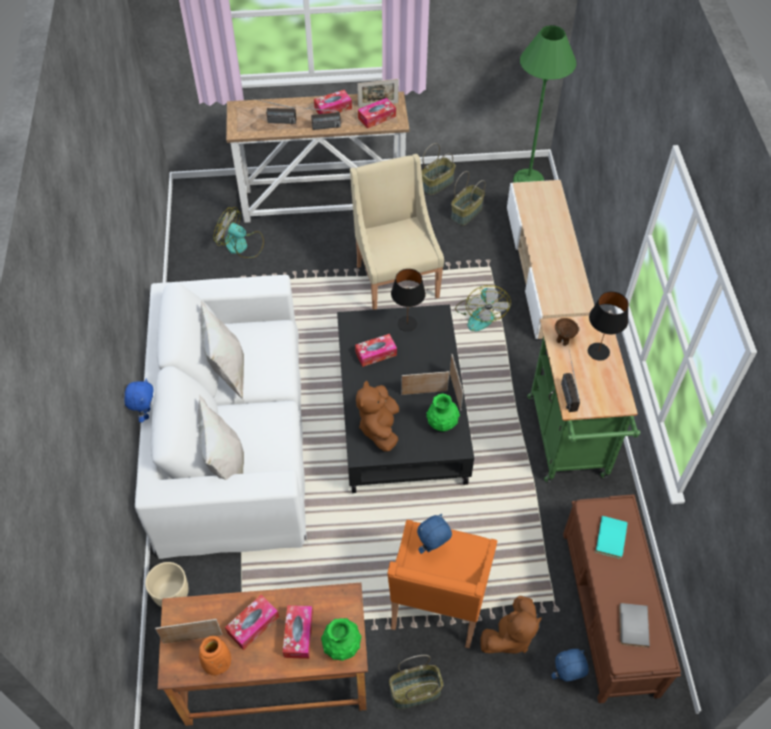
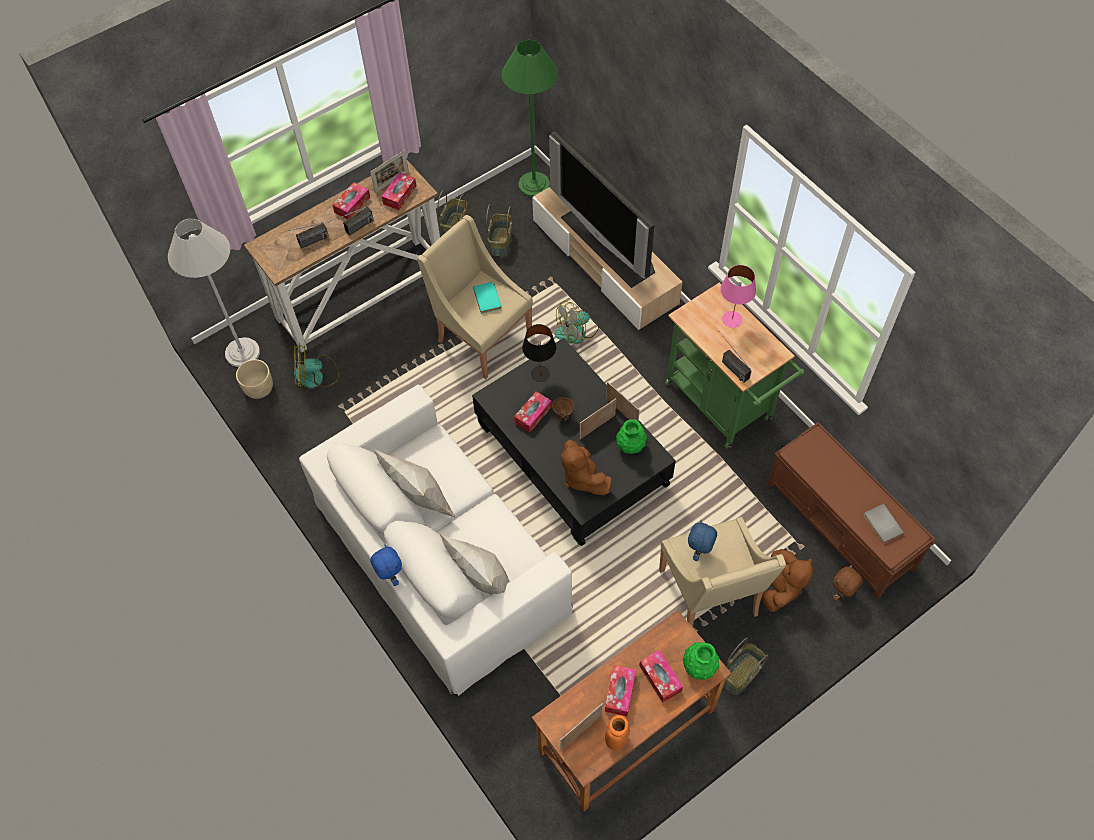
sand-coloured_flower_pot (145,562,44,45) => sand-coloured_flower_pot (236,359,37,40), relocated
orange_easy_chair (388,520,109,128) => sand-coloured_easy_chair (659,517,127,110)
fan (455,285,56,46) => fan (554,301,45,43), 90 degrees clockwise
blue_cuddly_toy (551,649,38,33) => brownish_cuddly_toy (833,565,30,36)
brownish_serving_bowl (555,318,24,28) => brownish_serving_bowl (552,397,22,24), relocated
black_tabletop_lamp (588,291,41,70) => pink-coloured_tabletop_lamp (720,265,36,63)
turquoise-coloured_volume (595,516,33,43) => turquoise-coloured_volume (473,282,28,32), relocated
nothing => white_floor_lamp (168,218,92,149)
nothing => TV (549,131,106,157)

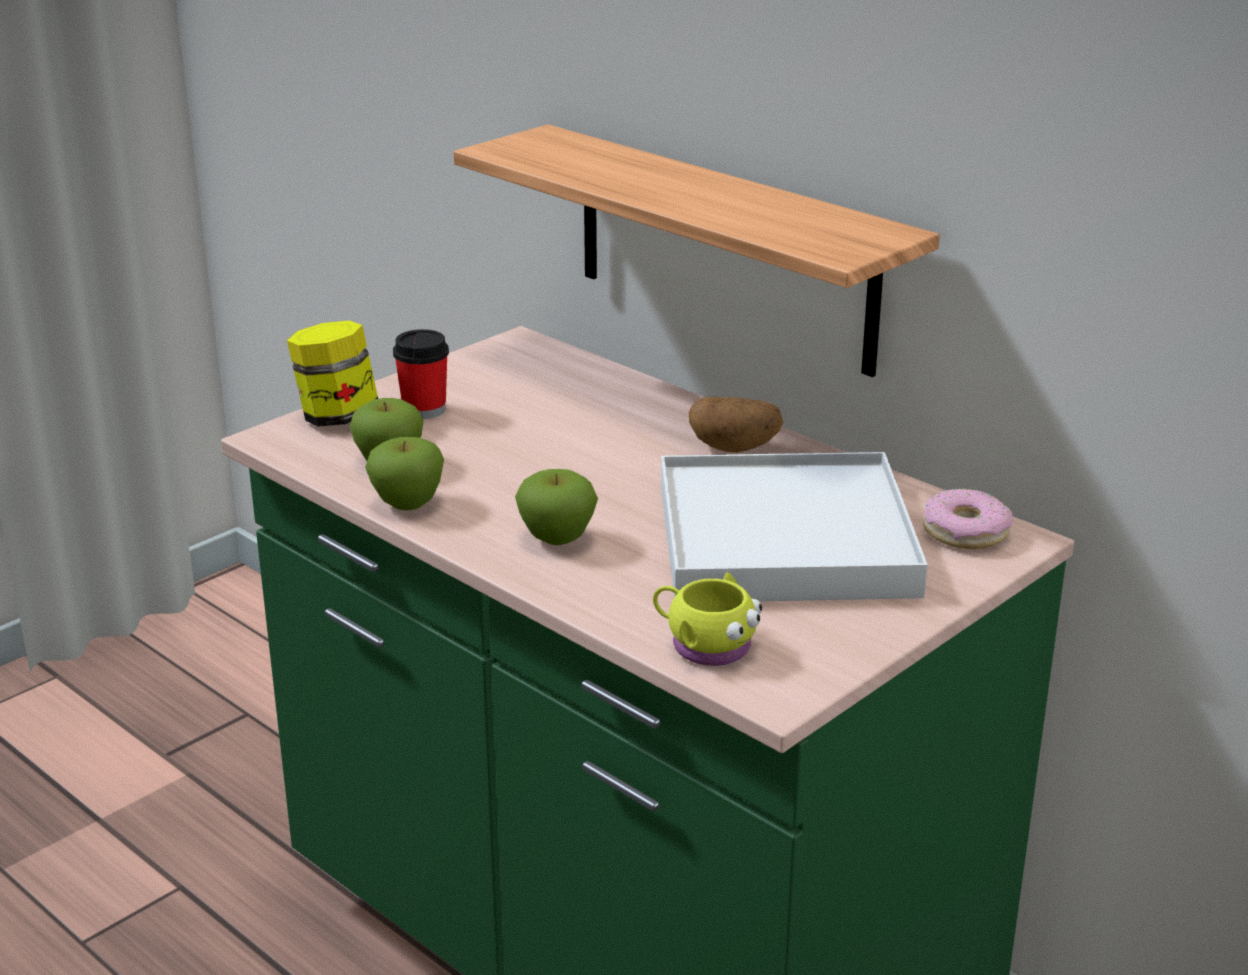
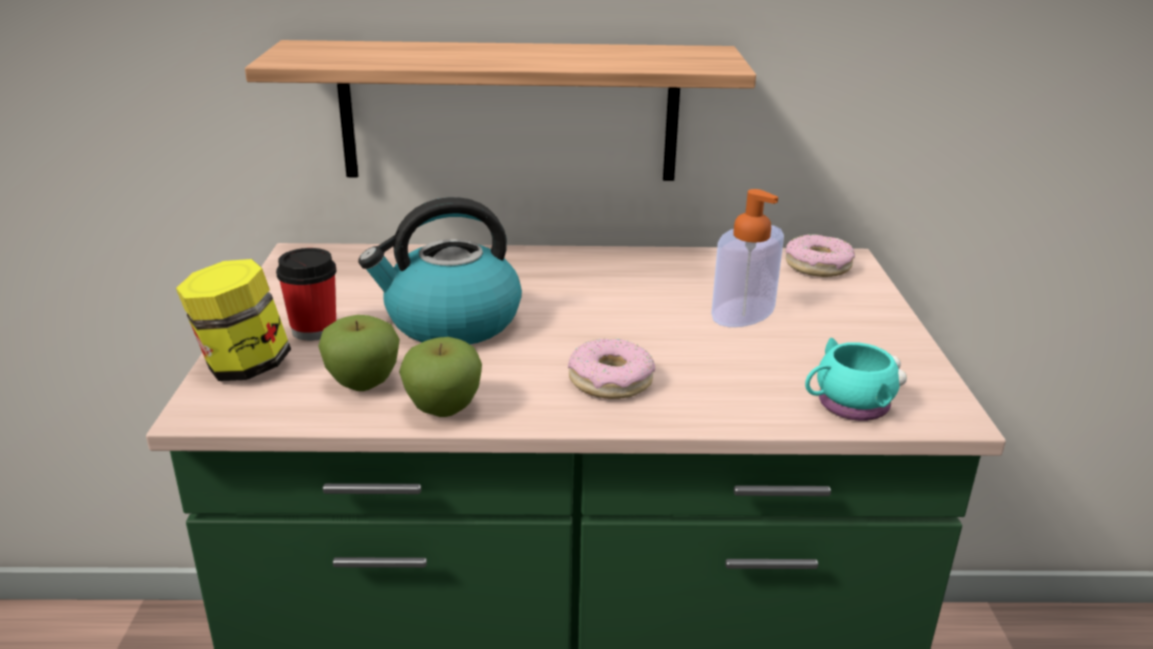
whole_apple (515,469,83,76) => ring_doughnut (568,339,87,60)
yellow_coffee_mug (653,572,109,94) => turquoise-coloured_coffee_mug (805,338,102,83)
white_serving_tray (661,452,267,149) => soap_dispenser (711,189,73,138)
spud (689,397,94,56) => nothing
nothing => water_kettle (358,197,164,147)

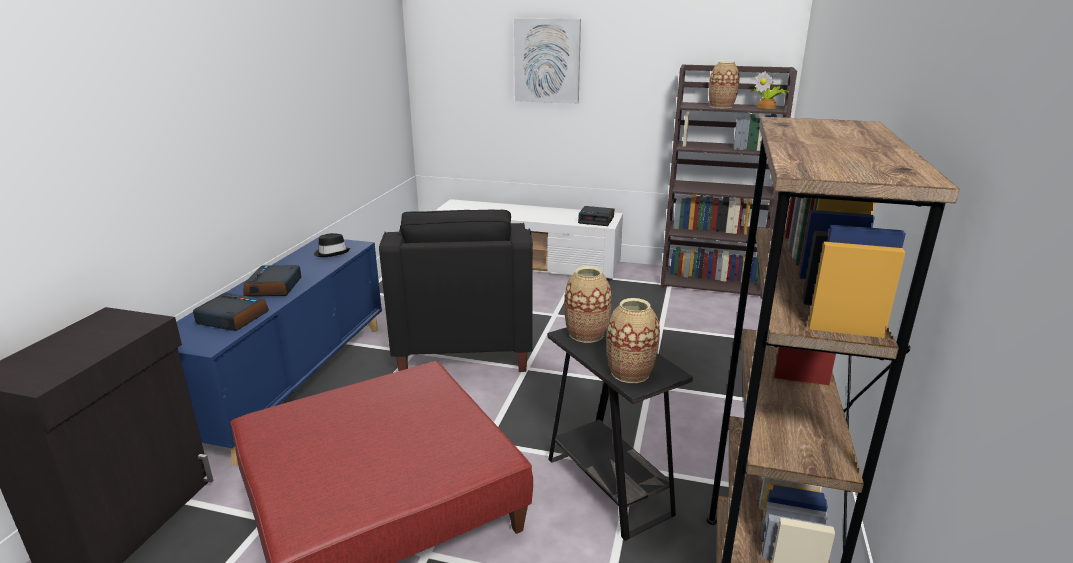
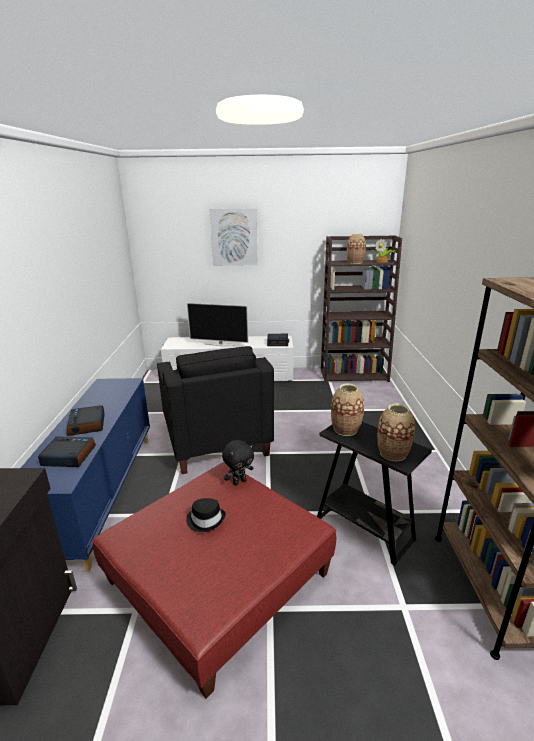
black_wearable_hat (314,233,36,24) => black_wearable_hat (186,498,40,34), relocated
nothing => TV (187,303,62,43)
nothing => black_cuddly_toy (222,440,32,45)

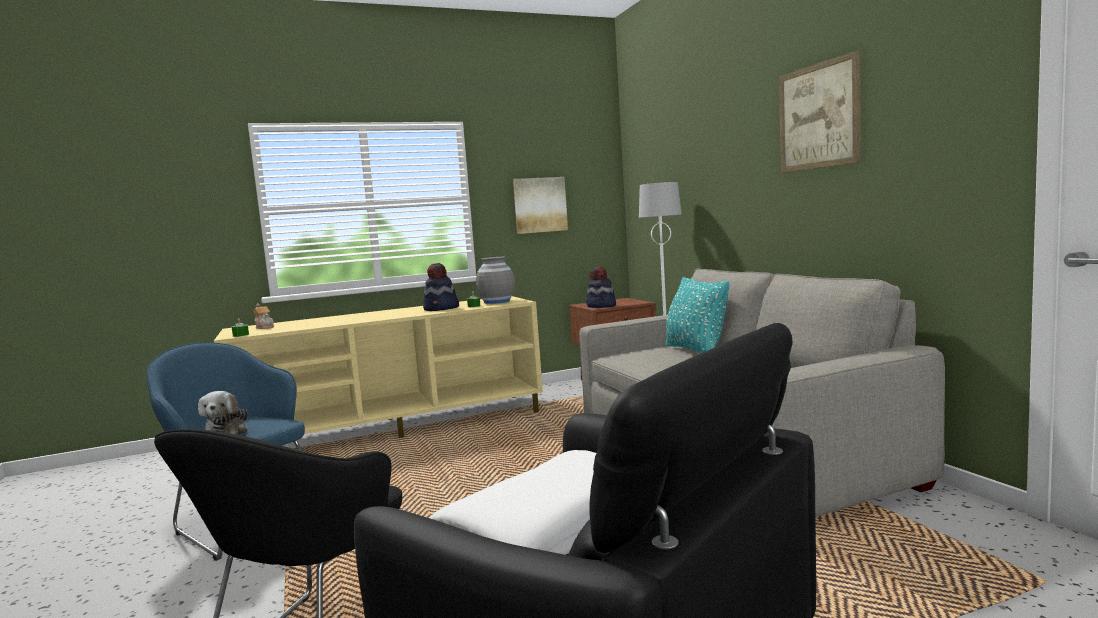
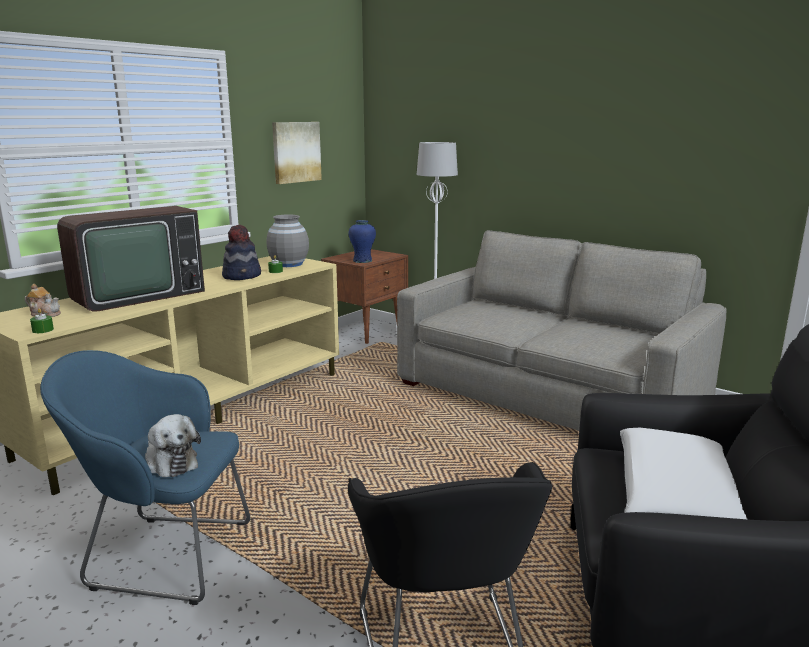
wearable_hat (586,267,30,41) => blue_decorative_vase (348,220,28,43)
turquoise-coloured_pillow (665,277,64,77) => nothing
wall_picture (779,50,82,123) => nothing
nothing => TV (57,206,148,106)

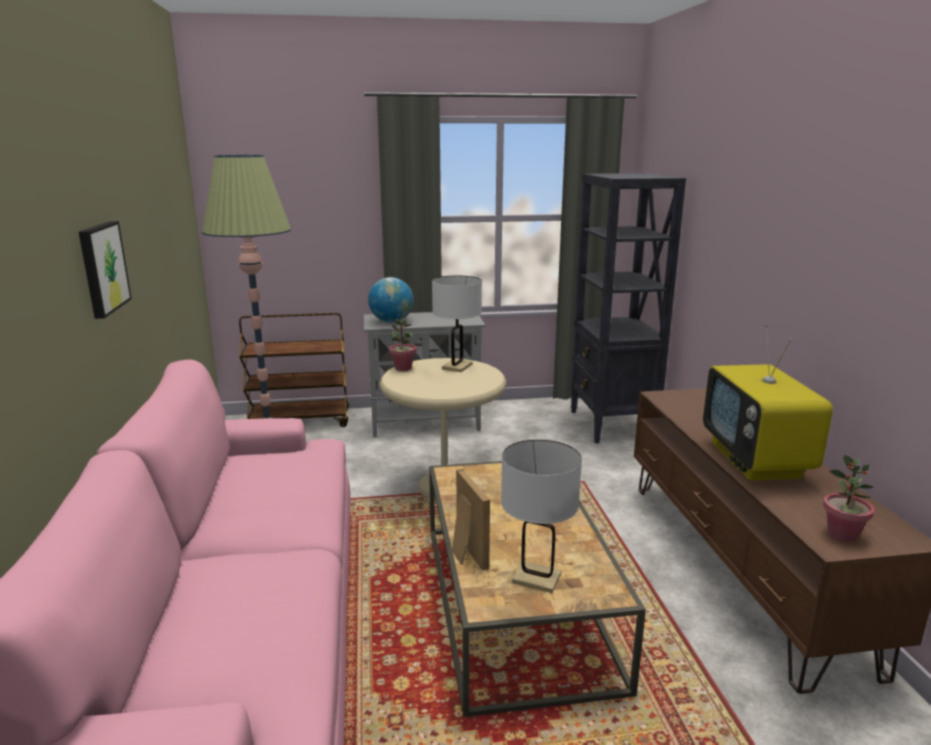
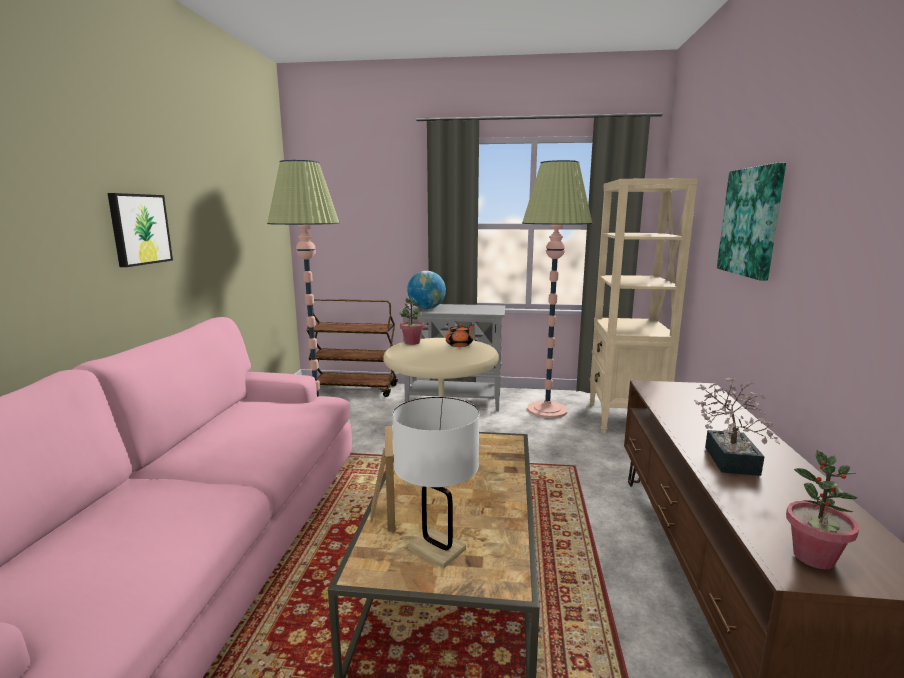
white_tabletop_lamp (432,275,50,97) => orange_teapot (445,324,29,23)
black_bookshelf (570,173,116,270) => sand-coloured_bookshelf (590,178,108,255)
TV (703,324,130,157) => plant_in_a_pot (694,377,86,99)
nothing => floor_lamp (522,160,70,258)
nothing => wall_picture (717,163,69,118)

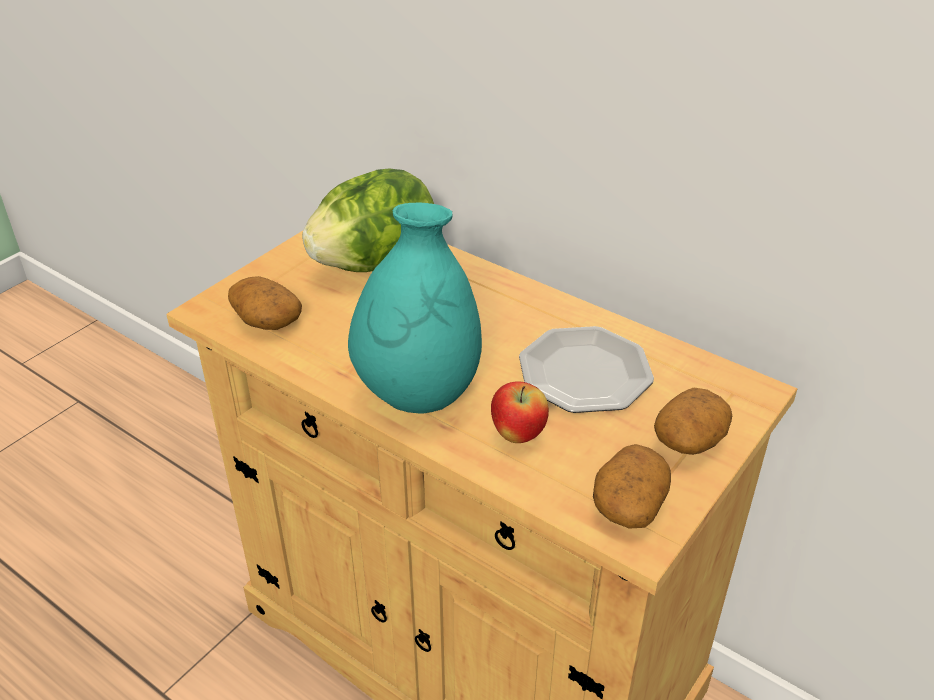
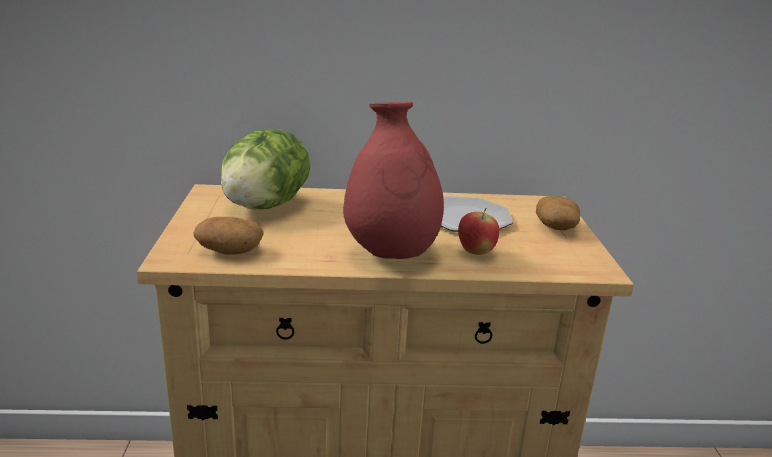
turquoise-coloured_decorative_vase (348,202,134,212) => red_decorative_vase (343,102,101,157)
spud (593,444,78,85) => nothing

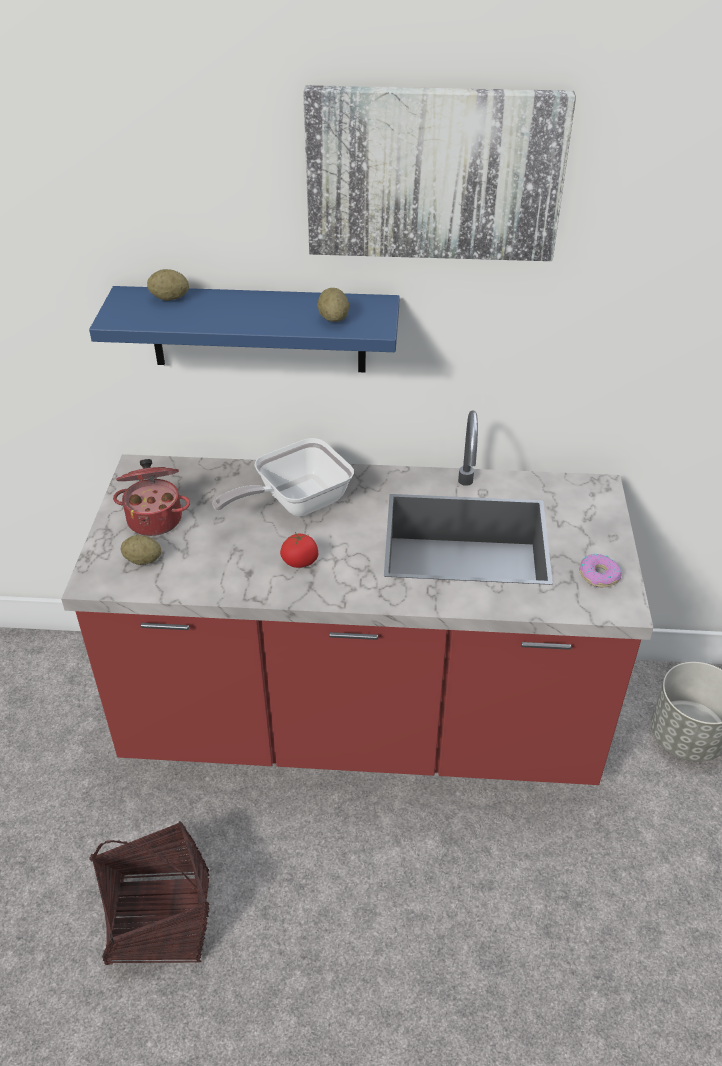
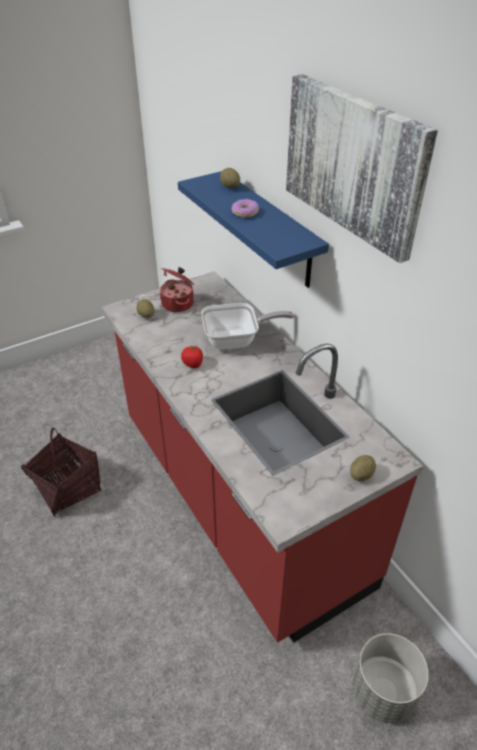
frying_pan (212,438,142,78) => frying_pan (201,303,93,47), 150 degrees clockwise
spud (317,288,32,34) => spud (350,455,26,26), relocated
ring_doughnut (579,554,43,33) => ring_doughnut (231,199,28,18), relocated

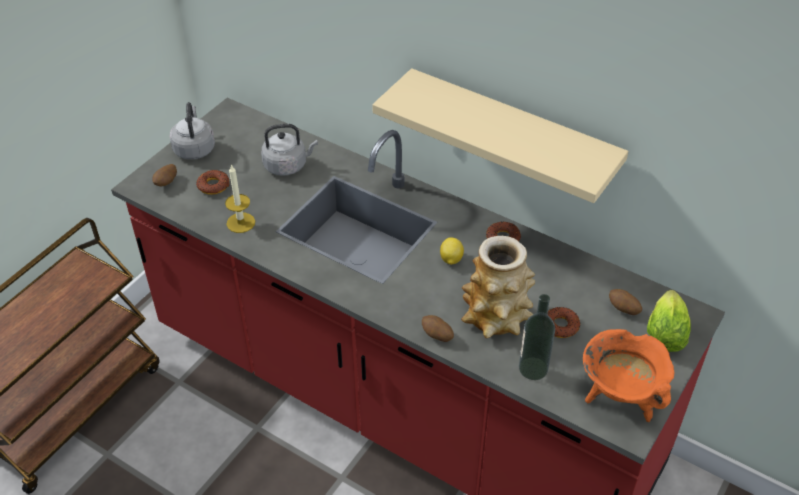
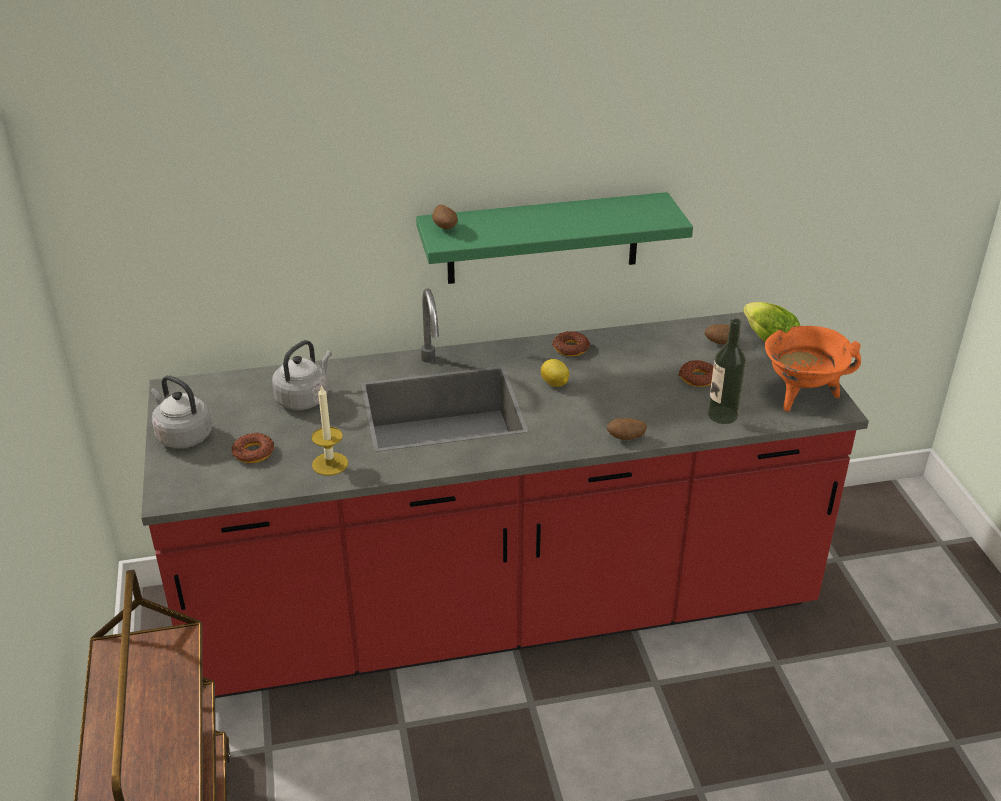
spud (152,164,25,22) => spud (432,205,26,24), relocated
sand-coloured_shelf (372,68,256,135) => green_shelf (416,192,277,92)
decorative_vase (461,236,74,102) => nothing

